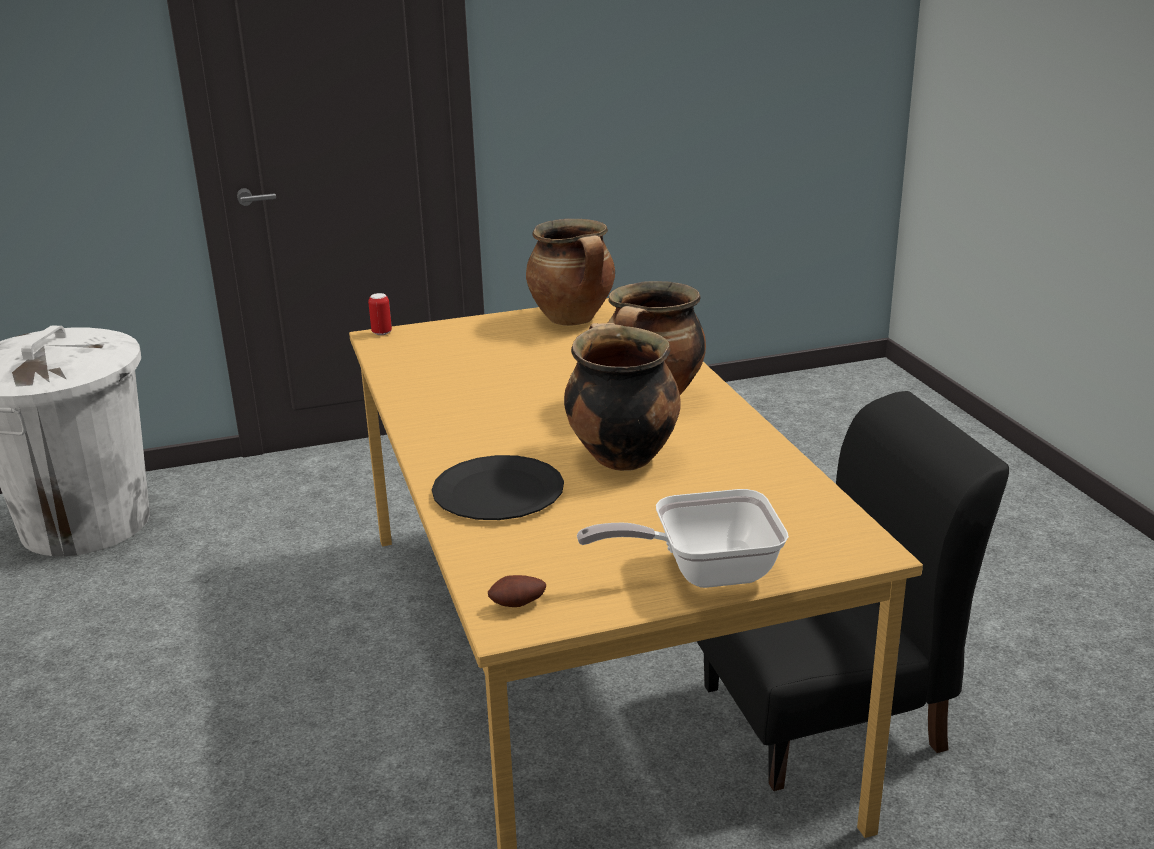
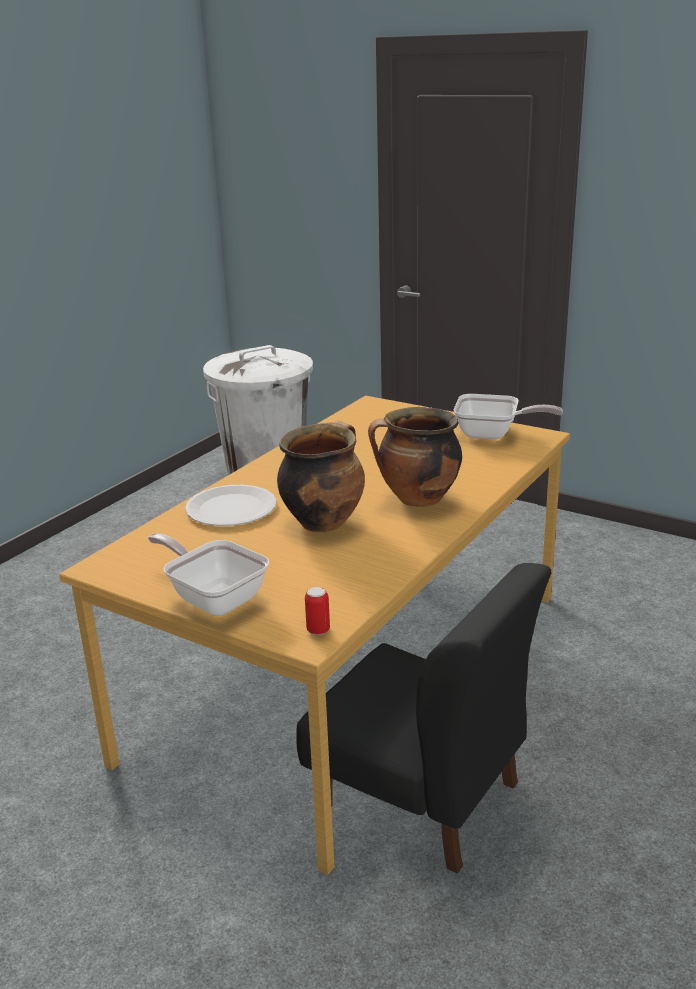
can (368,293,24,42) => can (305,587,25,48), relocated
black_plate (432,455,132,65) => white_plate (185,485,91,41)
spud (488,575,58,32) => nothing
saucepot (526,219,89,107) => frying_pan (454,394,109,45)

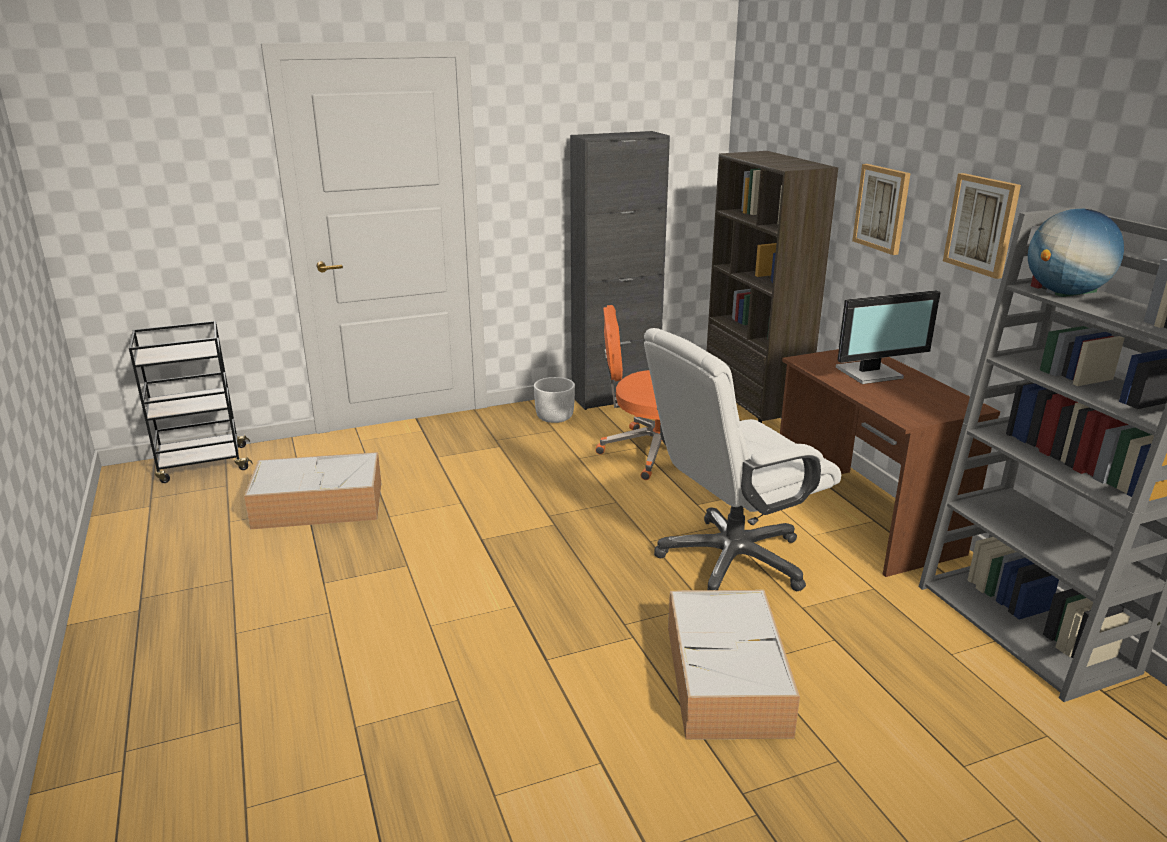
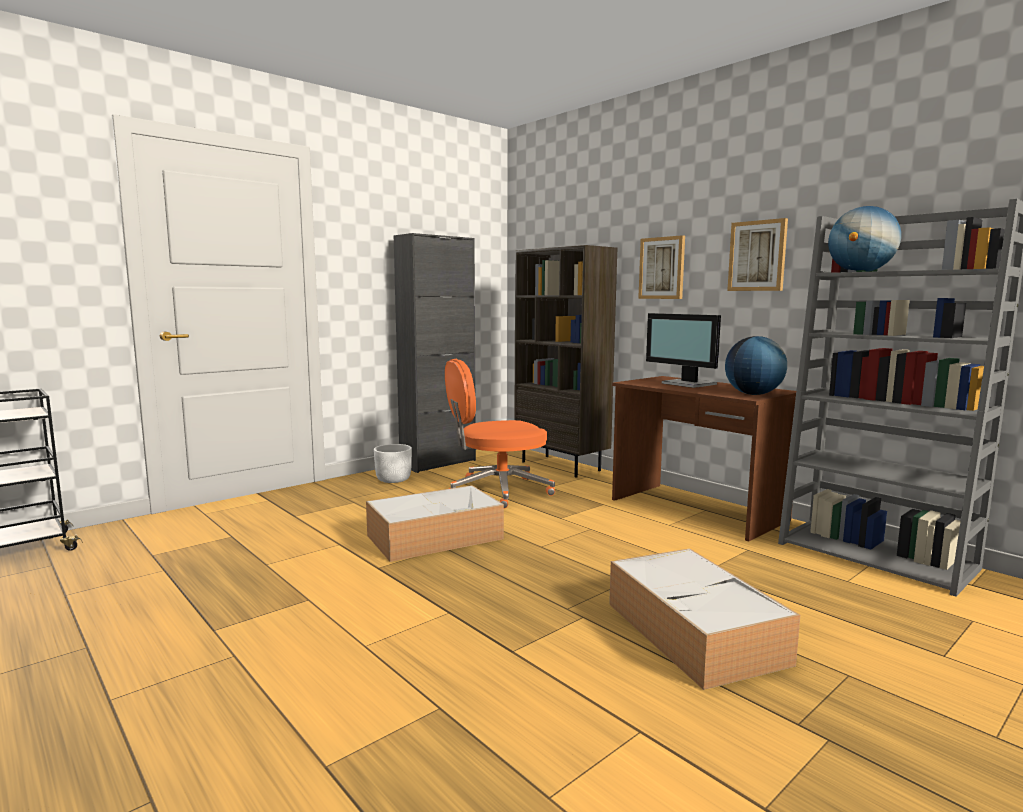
storage_box (244,452,137,77) => storage_box (366,485,138,77), relocated
white_desk_chair (644,328,197,263) => nothing
computer_screen (836,290,105,94) => computer_screen (646,313,75,75), 90 degrees clockwise
nothing => desk_globe (725,336,62,59)

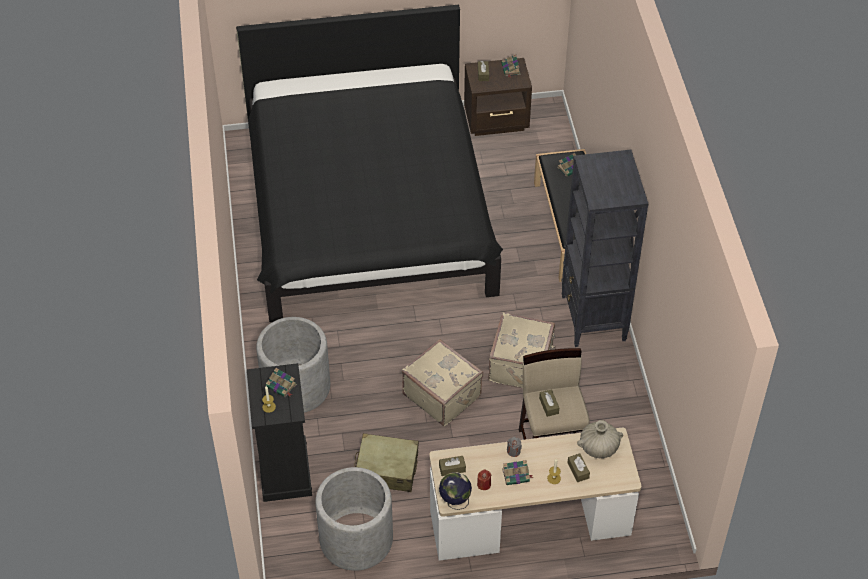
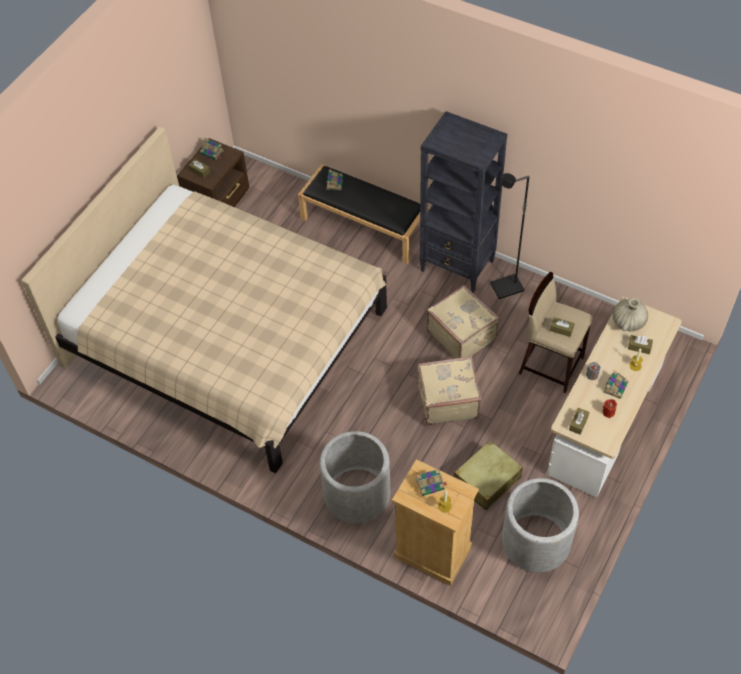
black_sleeping_bed (236,5,267,317) => sand-coloured_sleeping_bed (21,127,366,346)
black_chest_of_drawers (247,363,65,139) => sand-coloured_chest_of_drawers (392,459,87,127)
desk_globe (439,472,33,38) => nothing
nothing => black_floor_lamp (490,173,40,126)

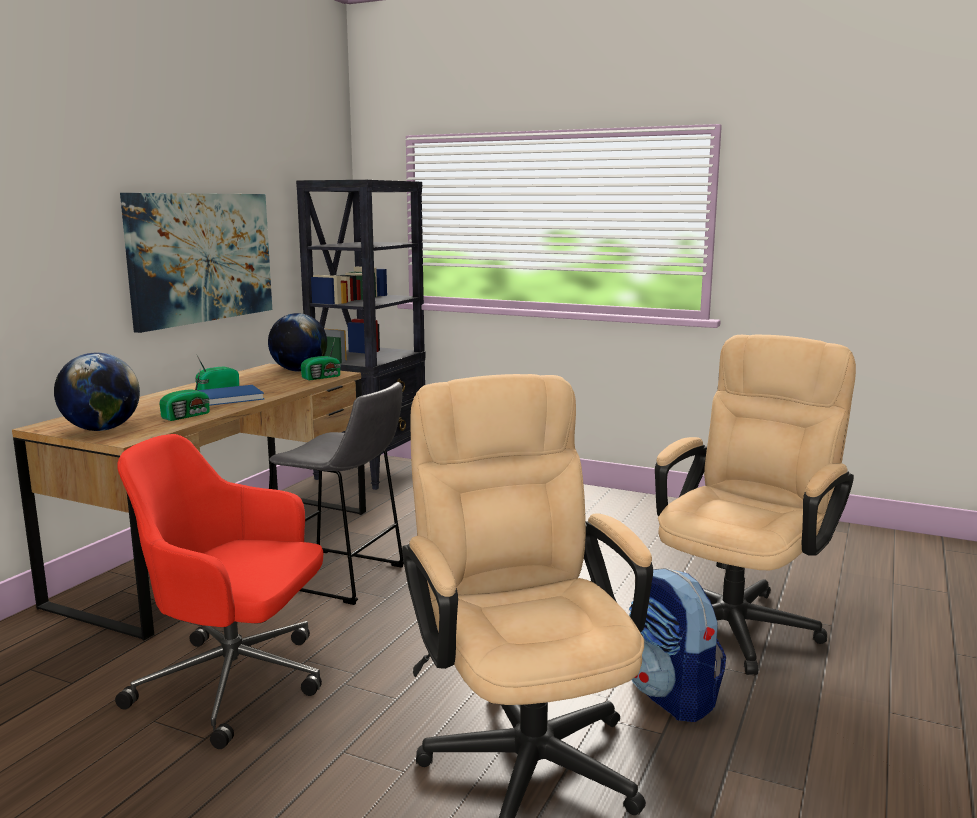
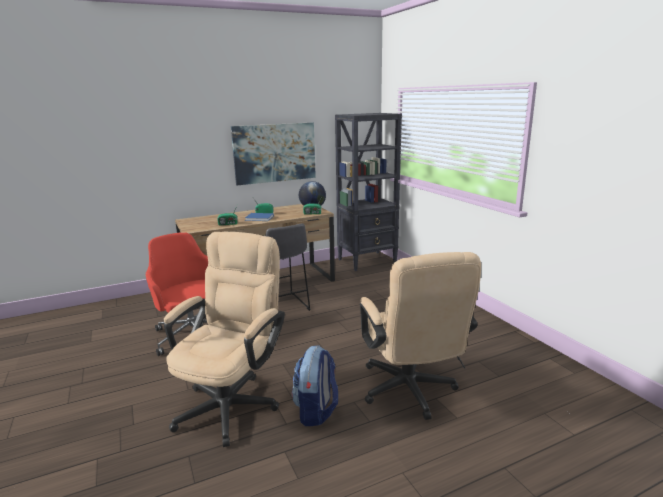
desk_globe (54,353,86,78) => nothing
sand-coloured_desk_chair (655,334,201,341) => sand-coloured_desk_chair (360,252,121,168), 90 degrees clockwise

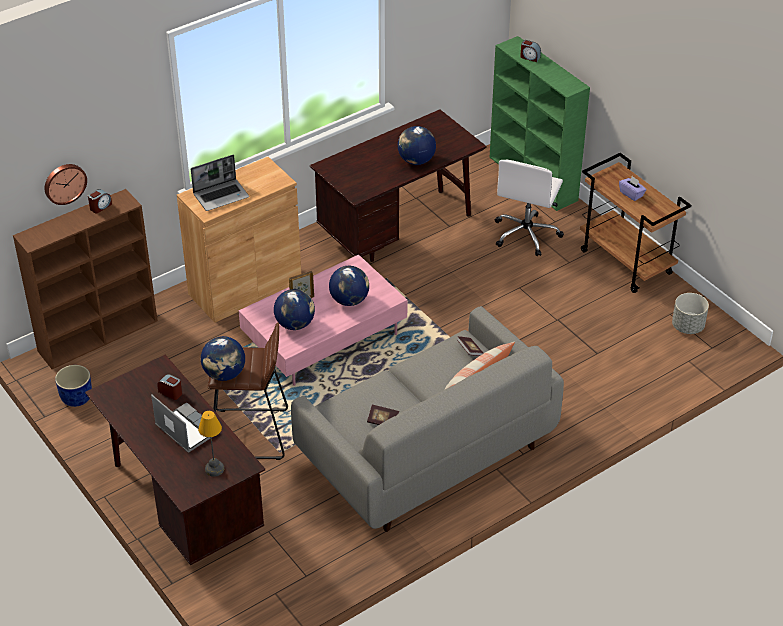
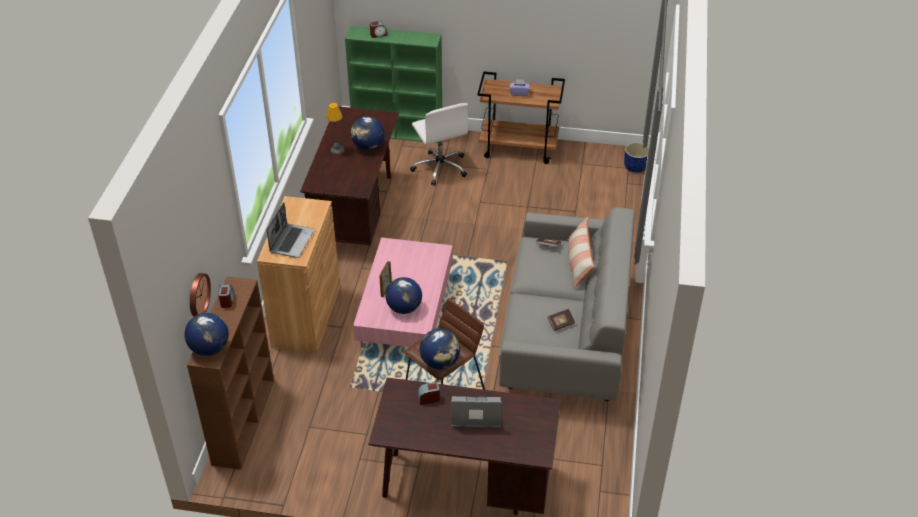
blue_flower_pot (55,365,37,42) => blue_flower_pot (624,142,25,31), relocated
tabletop_lamp (198,411,27,66) => tabletop_lamp (326,103,18,52), relocated
desk_globe (329,266,40,40) => desk_globe (185,313,44,43), relocated
grey_flower_pot (672,293,37,41) => nothing

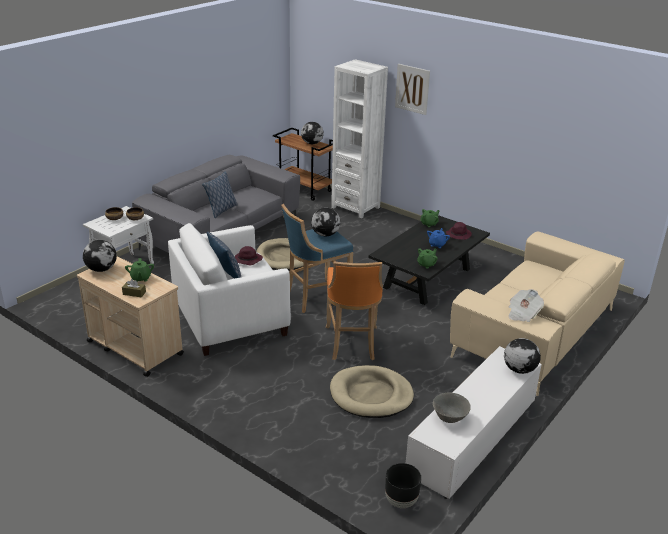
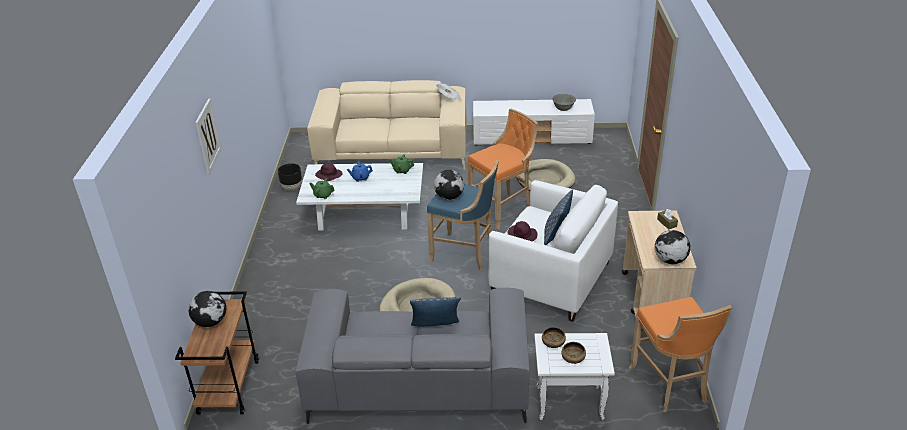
green_teapot (125,258,29,24) => nothing
white_bookshelf (331,59,57,160) => nothing
black_coffee_table (368,215,122,90) => white_coffee_table (296,163,127,67)
black_flower_pot (385,463,36,45) => black_flower_pot (278,163,24,28), relocated
desk_globe (504,338,37,36) => nothing
nothing => orange_sitting_stool (629,297,103,115)

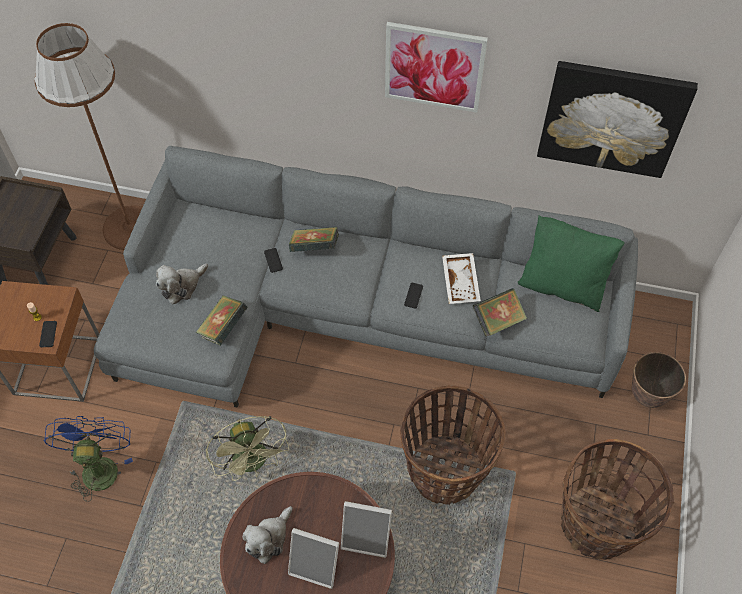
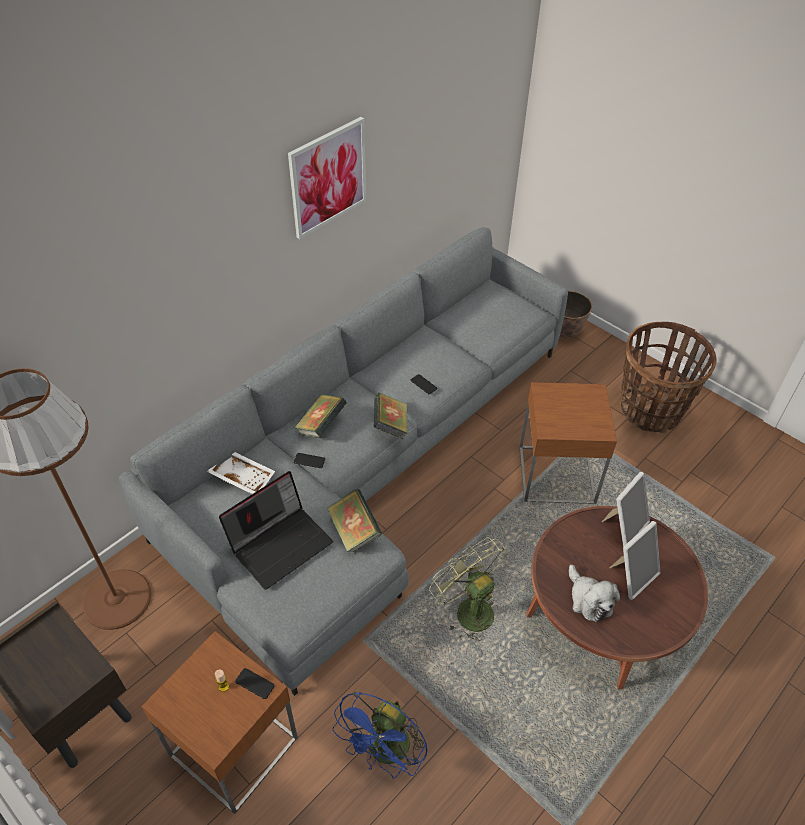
blue_fan (44,416,89,86) => blue_fan (333,691,94,88), 90 degrees counterclockwise
cuddly_toy (156,264,52,40) => laptop (219,471,114,119)
green_fan (206,416,83,65) => green_fan (429,537,79,104), 135 degrees counterclockwise
storage_basket (400,385,106,120) => brownish_accent_table (520,382,97,122)
white_serving_tray (442,253,39,51) => white_serving_tray (207,452,68,42), relocated
volume (473,288,54,49) => volume (374,392,34,47), relocated
green_pillow (517,216,108,96) => nothing
wall_picture (537,61,161,117) => nothing

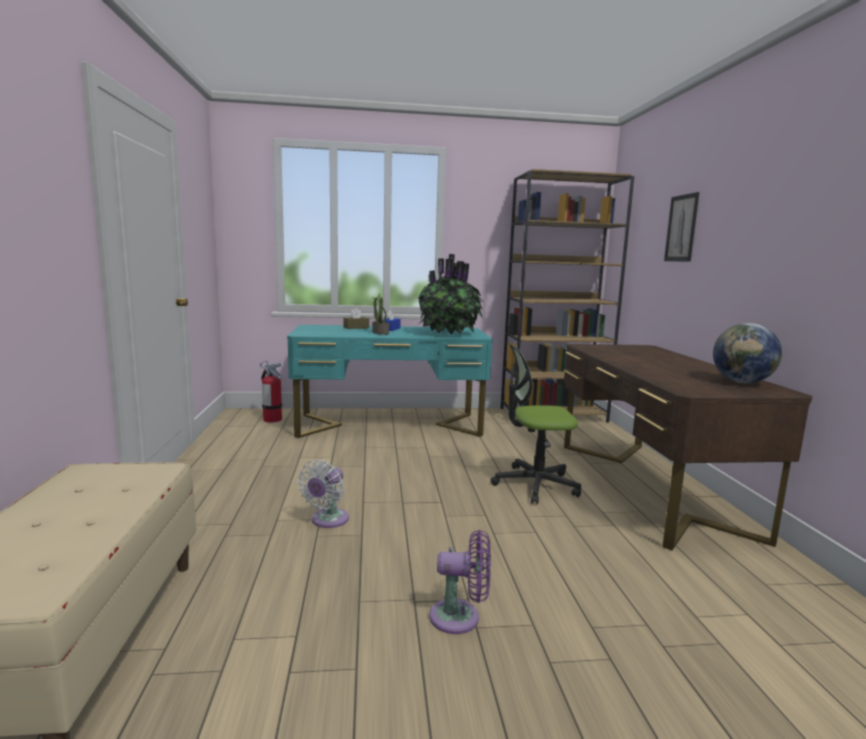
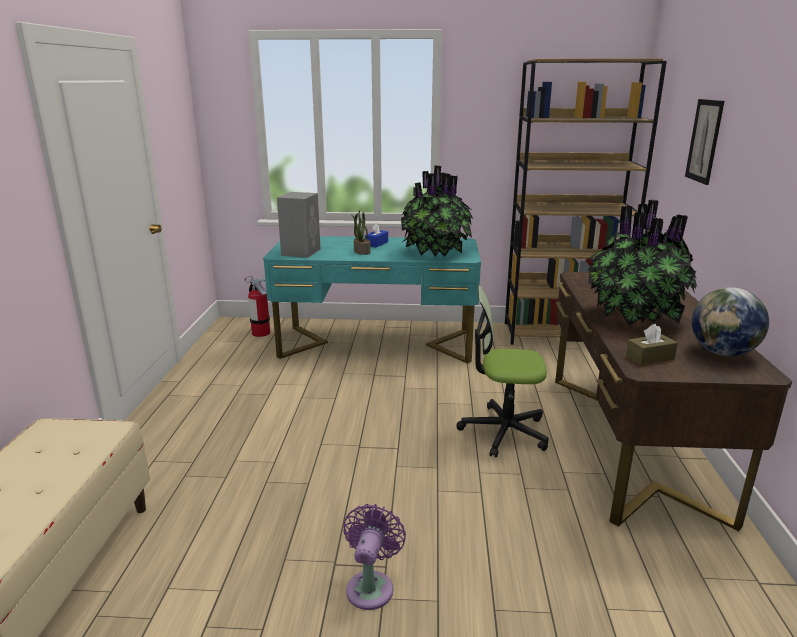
white_fan (298,460,51,68) => nothing
brownish_tissue_box (344,308,25,21) => brownish_tissue_box (626,324,52,41), relocated
purplish_fan (429,530,62,104) => purplish_fan (343,504,63,106), 90 degrees counterclockwise
nothing => grey_speaker (277,192,44,66)
nothing => plant_in_a_pot (587,200,110,126)

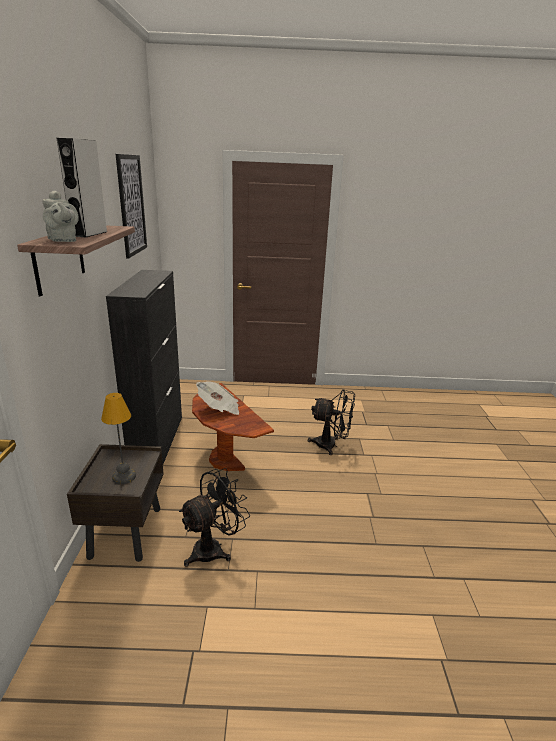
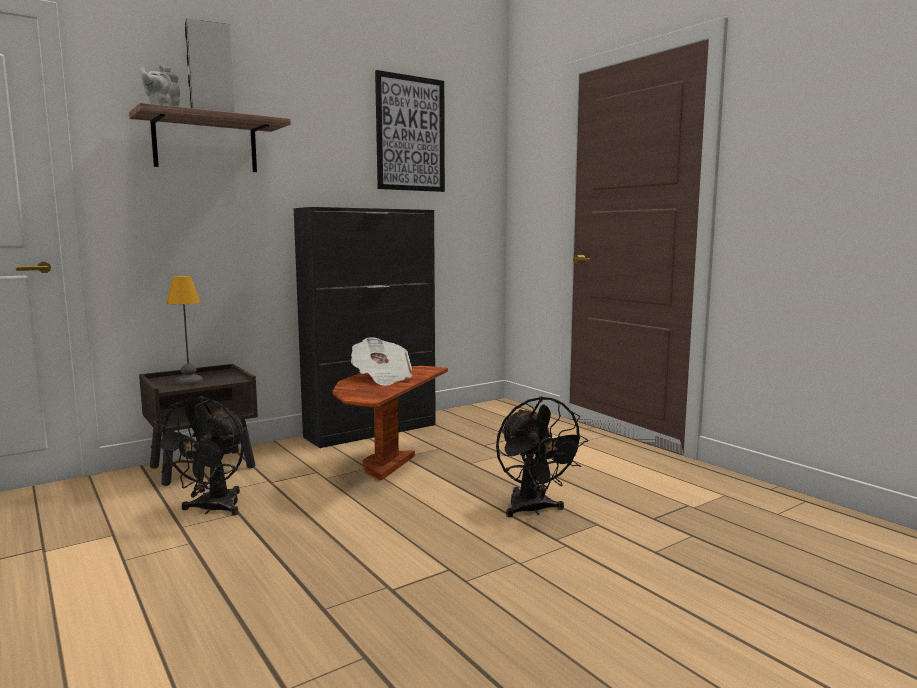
black_fan (179,468,71,99) => black_fan (151,396,96,120), 90 degrees clockwise

